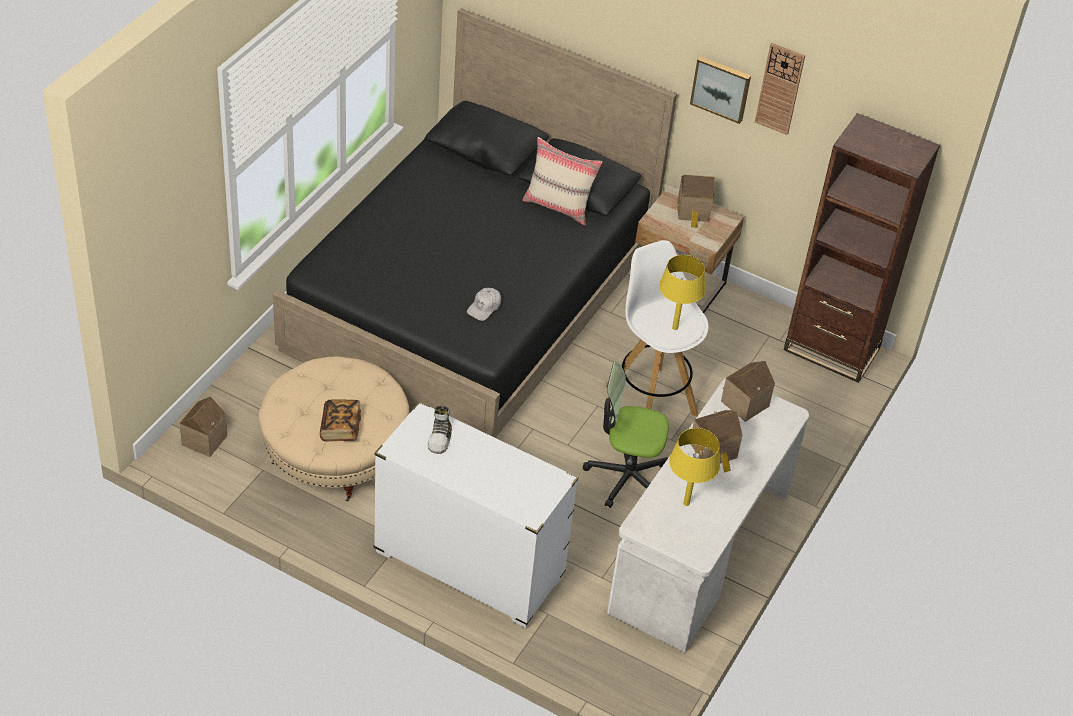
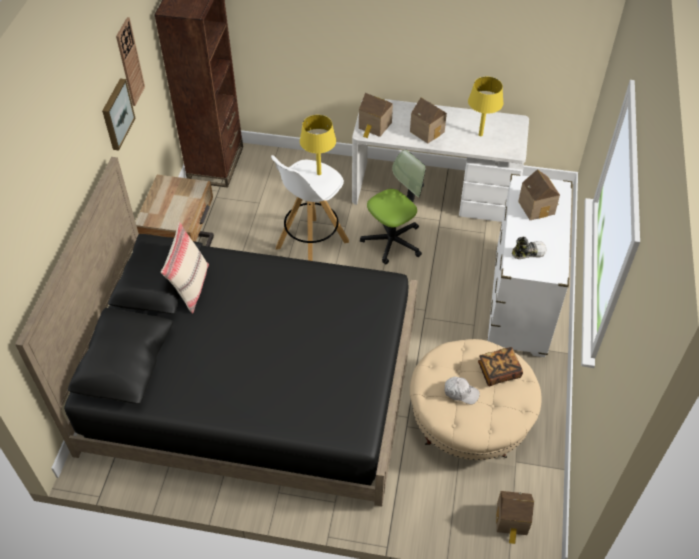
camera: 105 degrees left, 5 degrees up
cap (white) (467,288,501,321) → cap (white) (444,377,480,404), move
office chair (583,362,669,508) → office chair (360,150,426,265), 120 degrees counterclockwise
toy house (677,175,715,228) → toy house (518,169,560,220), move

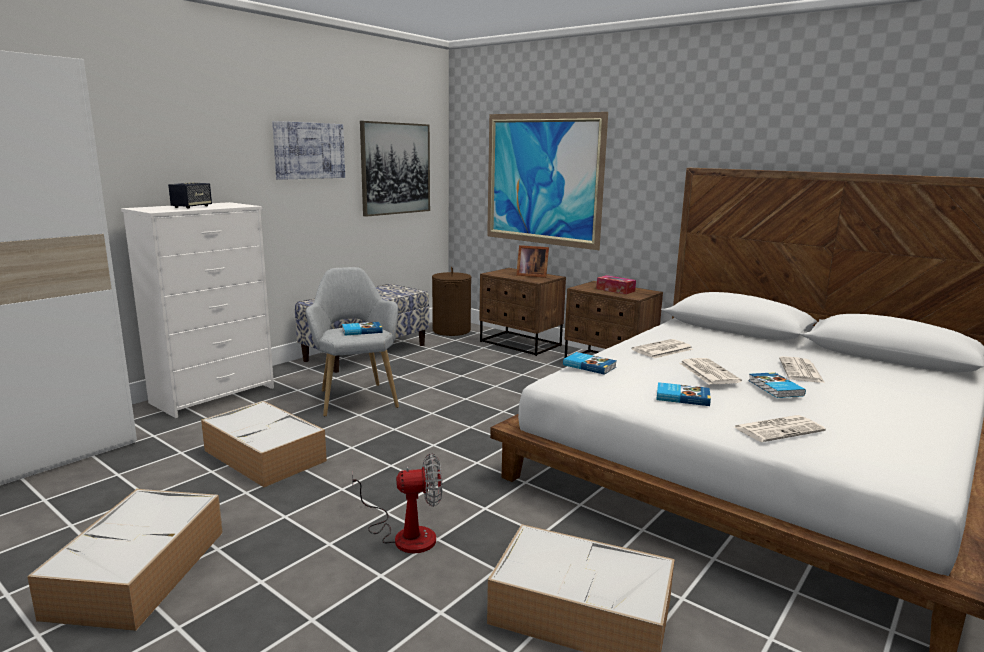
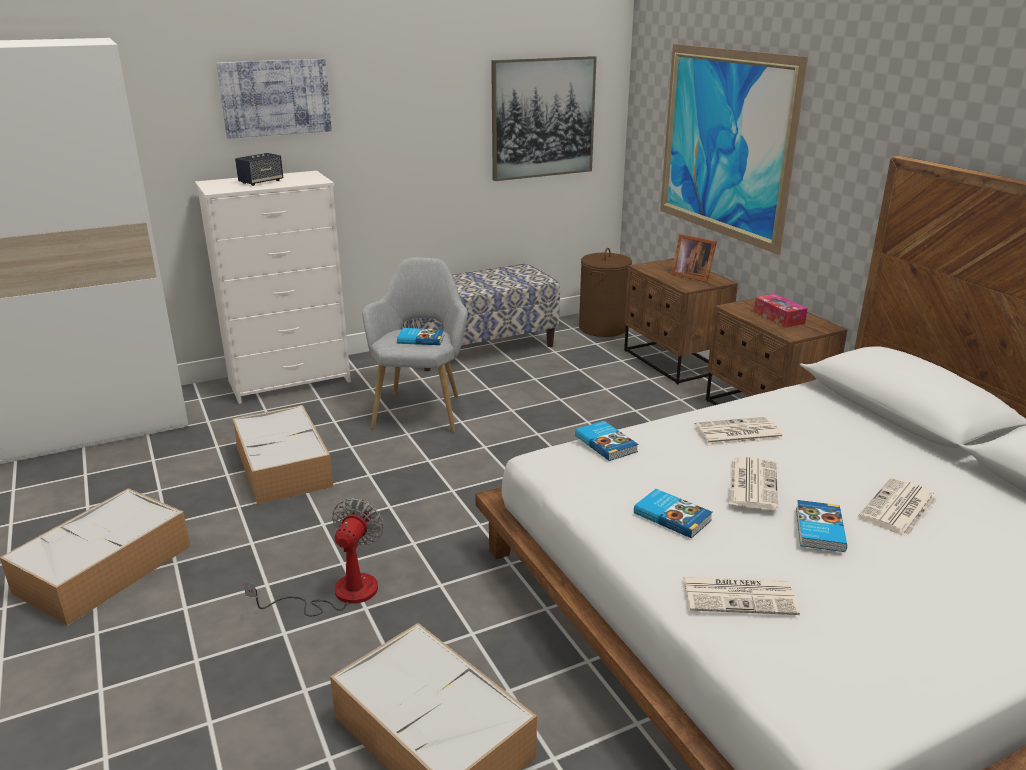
camera: 25 degrees right, 10 degrees up
picture (272,121,345,180) → picture (216,59,332,139), move
fan (352,453,442,553) → fan (243,498,384,616), 90 degrees counterclockwise

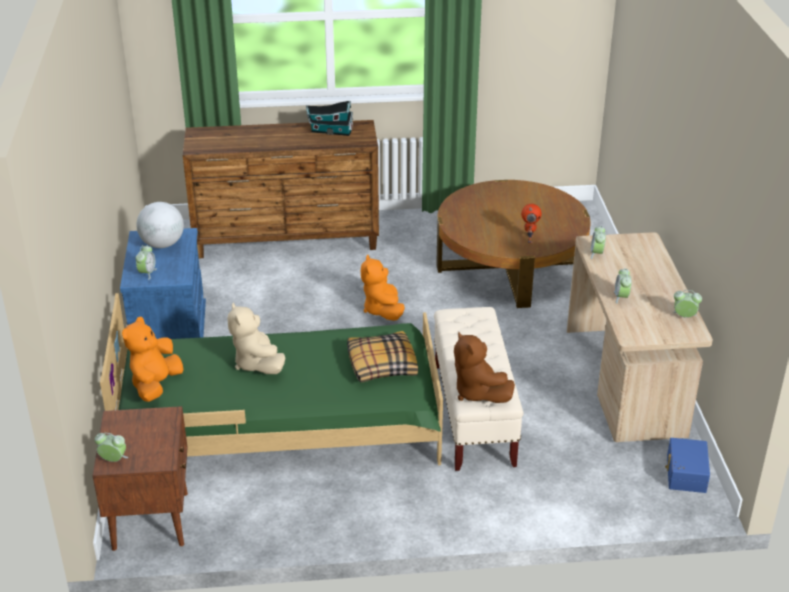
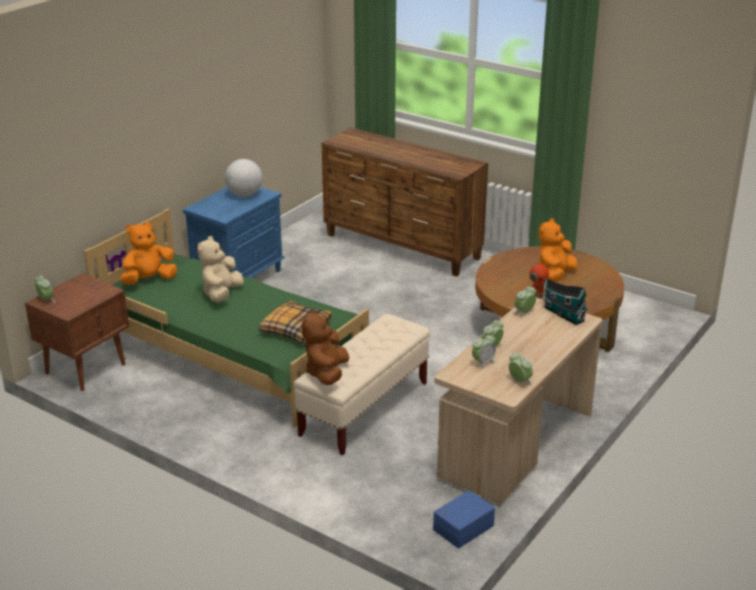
camera: 40 degrees right, 5 degrees down
alarm clock (136,245,157,280) → alarm clock (472,333,496,369), move
toy house (306,100,353,136) → toy house (543,278,588,325), move
plush toy (orange) (361,255,405,321) → plush toy (orange) (539,218,578,282), move

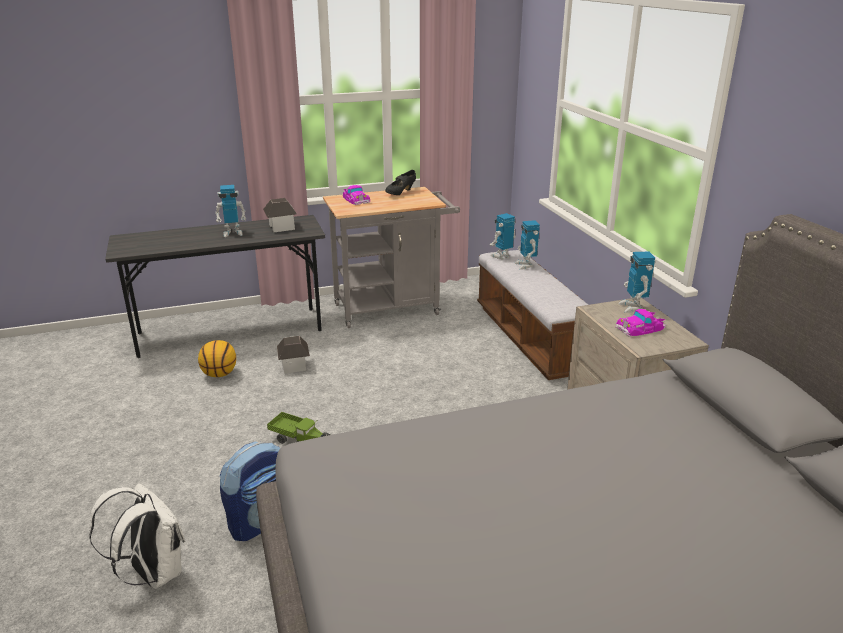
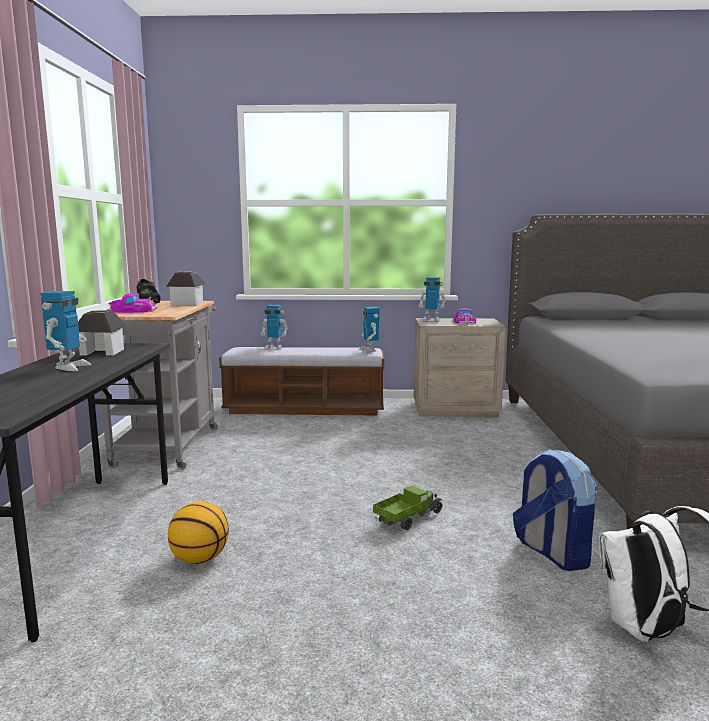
camera: 70 degrees left, 15 degrees down
toy house (277,336,310,374) → toy house (166,271,206,305), move
toy robot (490,213,516,260) → toy robot (359,307,380,353), move

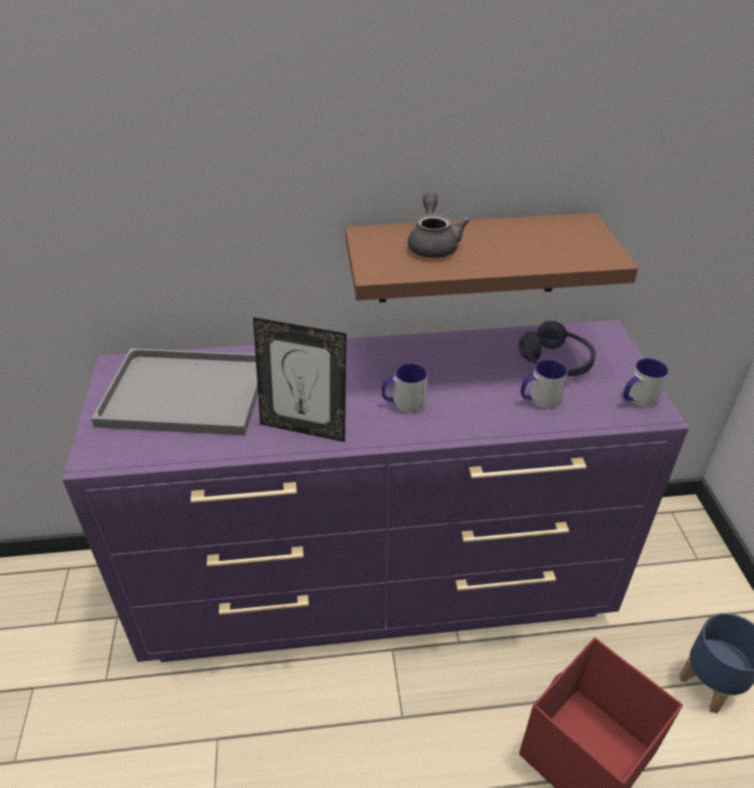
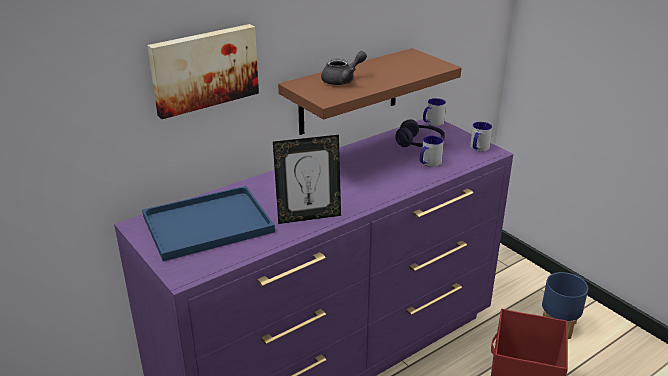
camera: 30 degrees left, 10 degrees down
tray (grey) (91,348,258,435) → tray (blue) (142,186,275,261)
mug (382,363,428,413) → mug (423,98,446,126), move
teapot (grey) (408,192,470,258) → teapot (grey) (321,51,367,85), 90 degrees clockwise
- → picture (147,24,259,119)

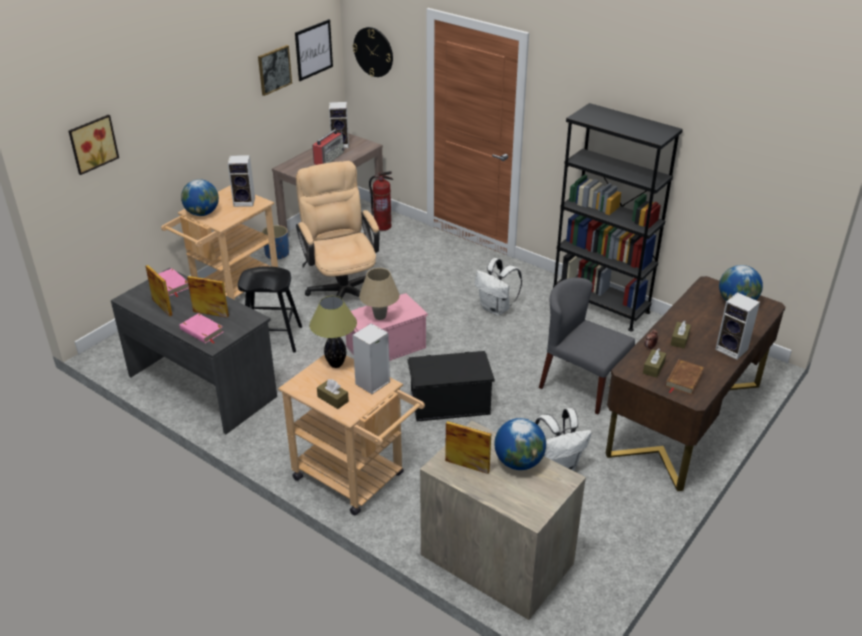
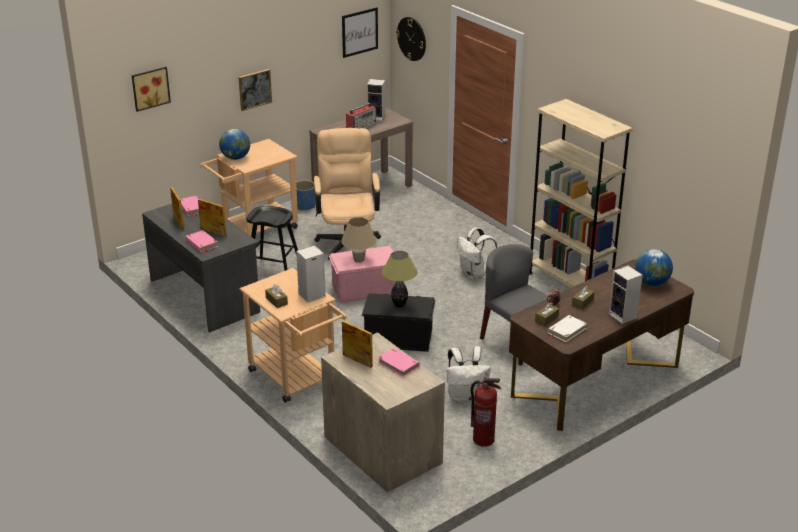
camera: 15 degrees right, 5 degrees down
speaker (228,155,255,207) → -
picture (258,45,292,96) → picture (238,69,272,111), move
table lamp (309,296,357,368) → table lamp (382,251,417,308), move
fire extinguisher (369,171,393,231) → fire extinguisher (470,377,501,447), move
globe (494,418,546,470) → book (pink) (378,348,420,377)
bookcase (black) (553,103,683,331) → bookcase (beige) (529,99,633,288)
book (brown) (665,359,704,395) → book (white) (548,315,587,342)

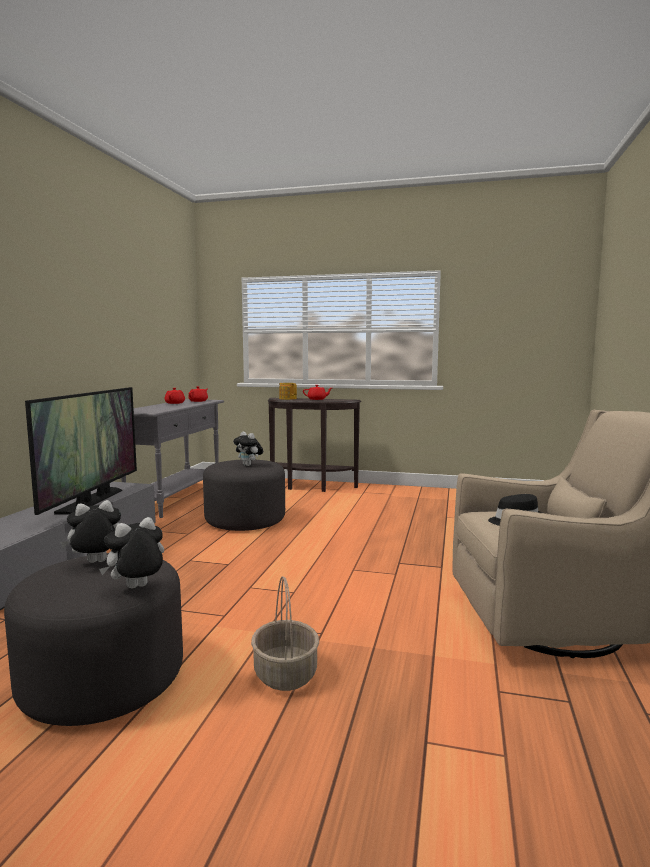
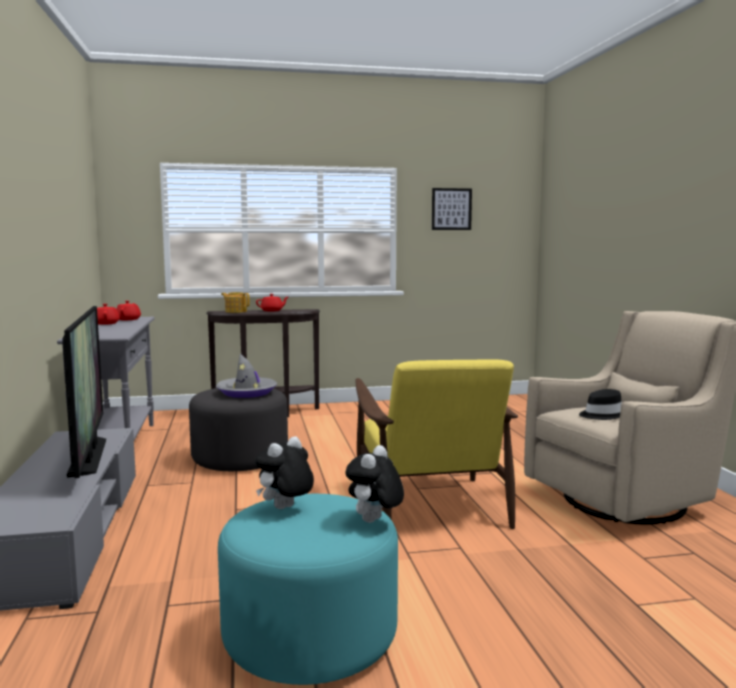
camera: 25 degrees left, 0 degrees up
ottoman (grey) (4,553,183,726) → ottoman (turquoise) (218,494,398,685)
plush toy (233,432,263,466) → hat (grey) (216,353,277,398)
basket (251,576,319,691) → -
- → armchair (yellow) (355,359,518,529)
- → picture (432,188,472,230)

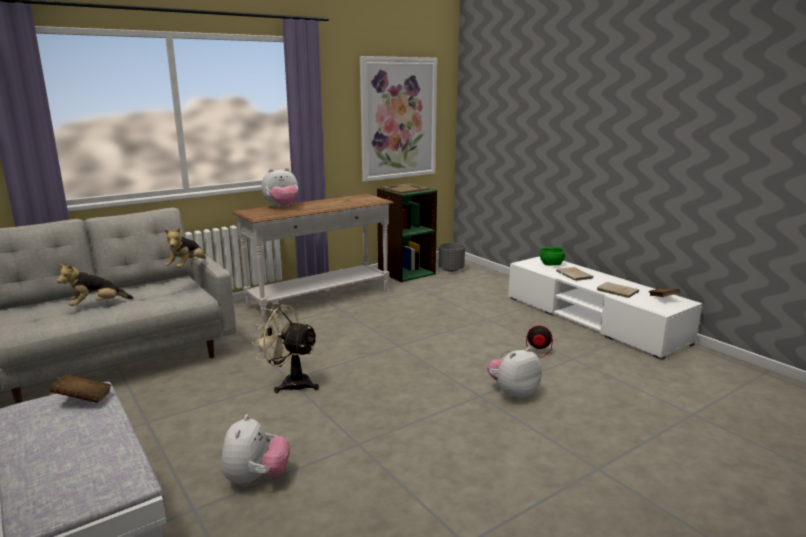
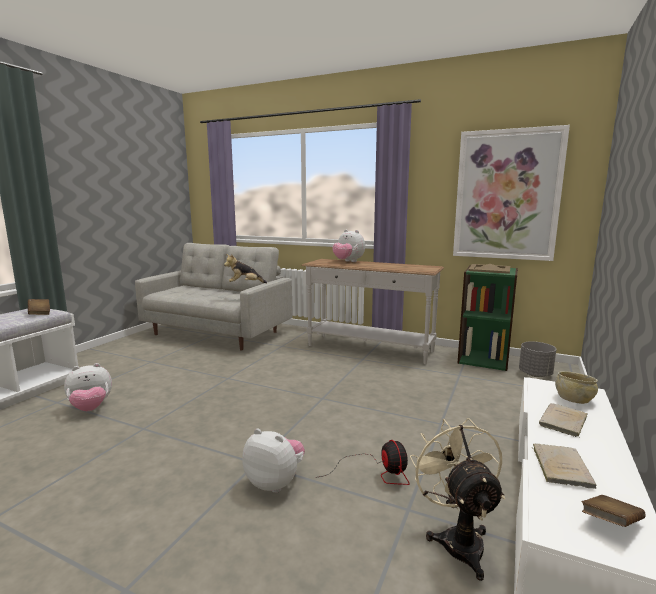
camera: 60 degrees right, 5 degrees down
plush toy (57,264,133,306) → -
fan (beige) (252,303,319,393) → fan (beige) (410,418,505,581), move
bowl (green) (540,247,565,266) → bowl (beige) (555,371,598,404)

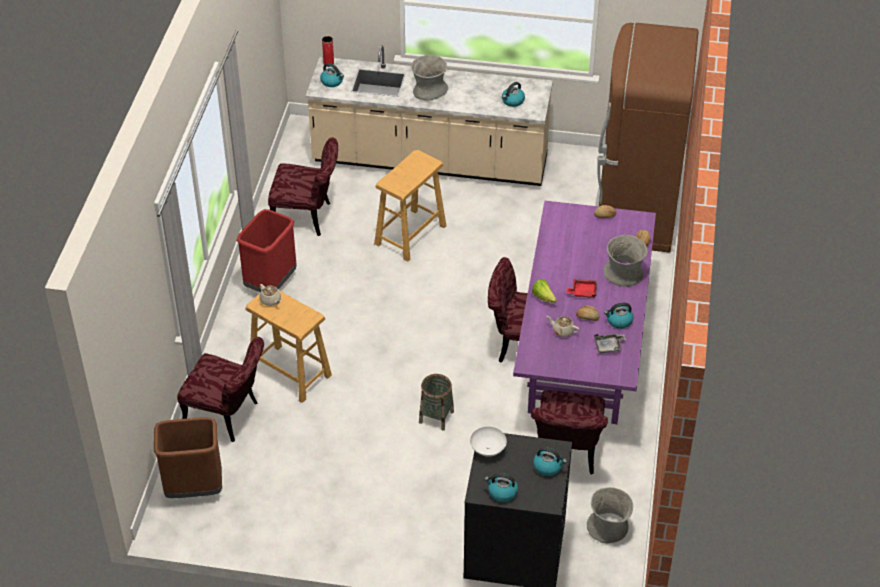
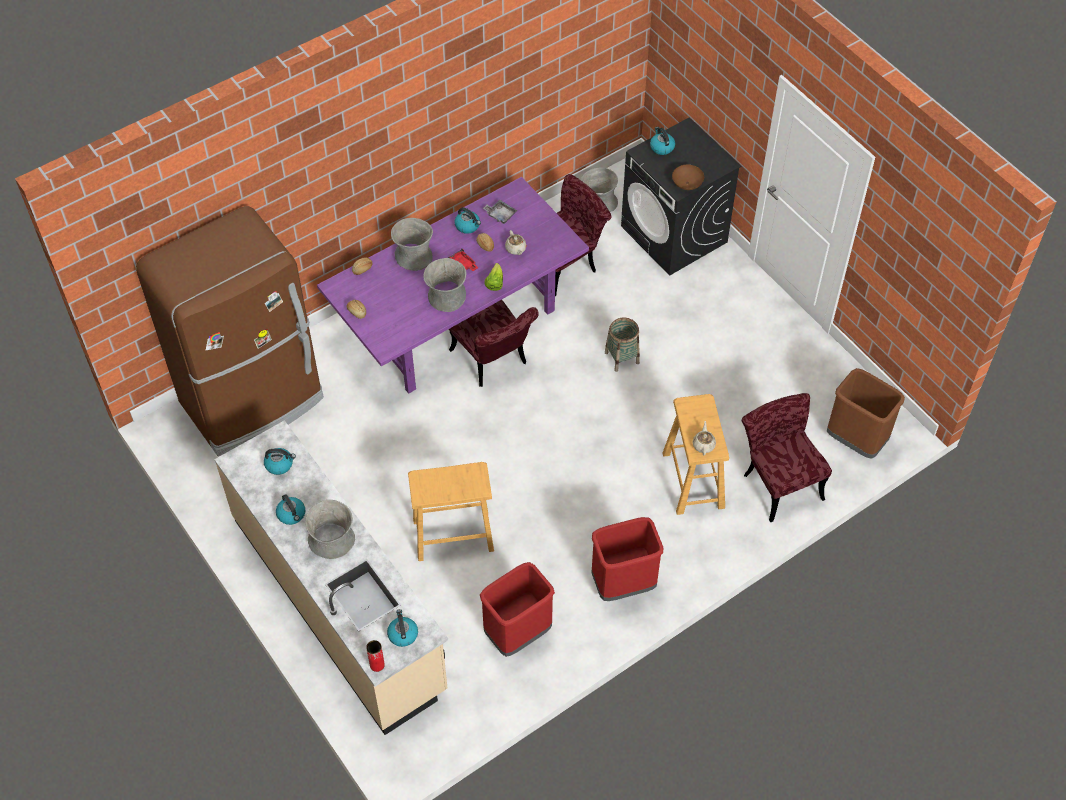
camera: 135 degrees left, 10 degrees up
chair (red) (268,137,338,236) → trash can (red) (480,562,555,657)
bowl (white) (470,427,507,457) → bowl (brown) (672,165,704,190)
kettle (484,473,518,502) → kettle (276,494,305,525), move
- → vase (grey) (423,258,466,312)

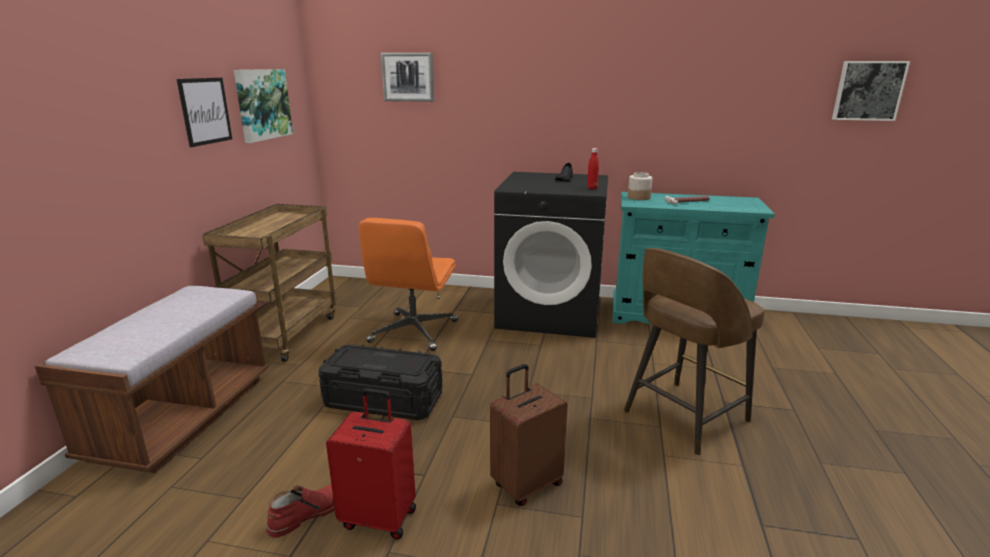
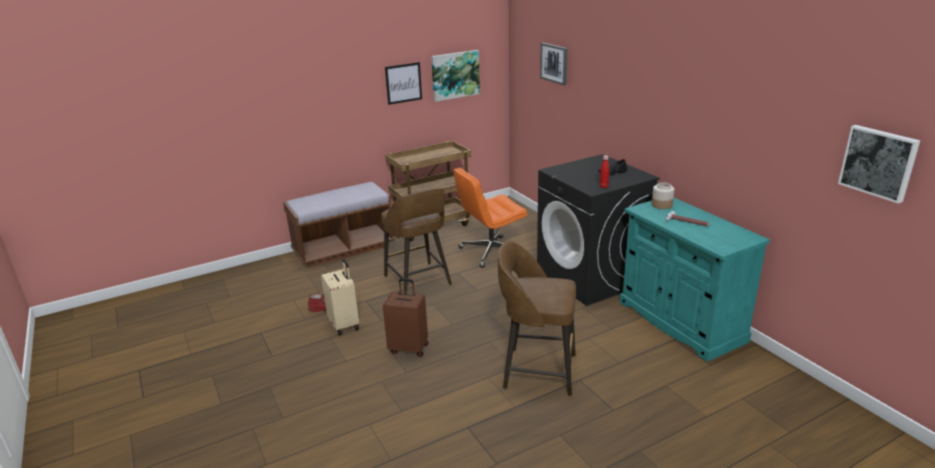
camera: 50 degrees right, 5 degrees up
storage box (black) (318,344,442,420) → stool (brown) (381,188,452,295)
suitcase (red) (326,388,416,540) → suitcase (beige) (321,259,359,336)

